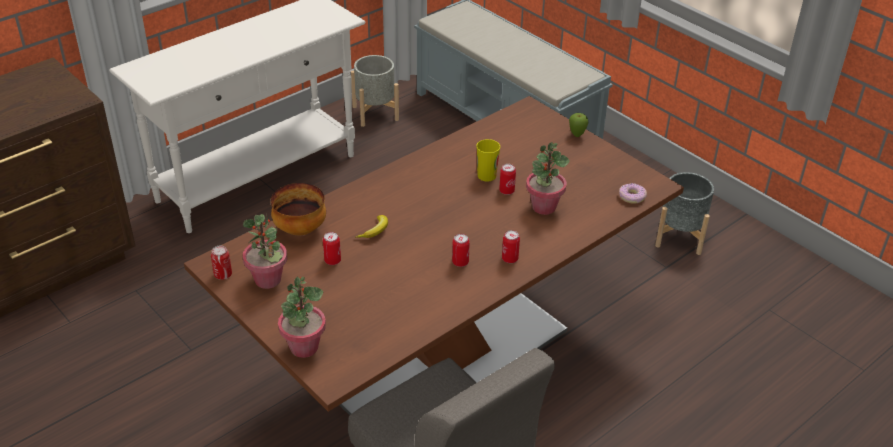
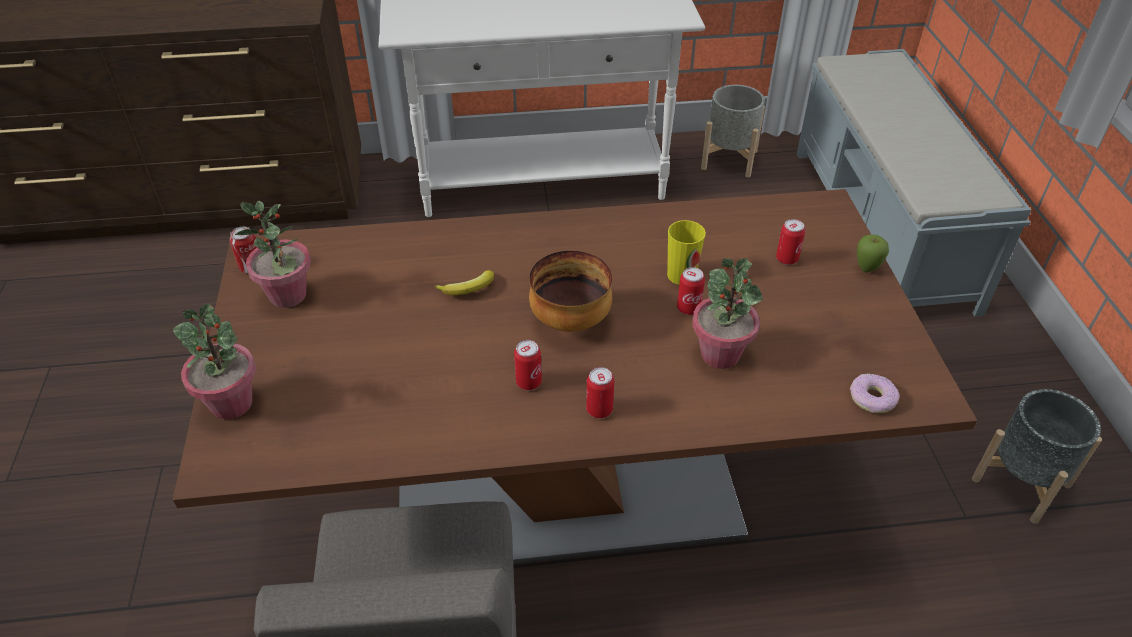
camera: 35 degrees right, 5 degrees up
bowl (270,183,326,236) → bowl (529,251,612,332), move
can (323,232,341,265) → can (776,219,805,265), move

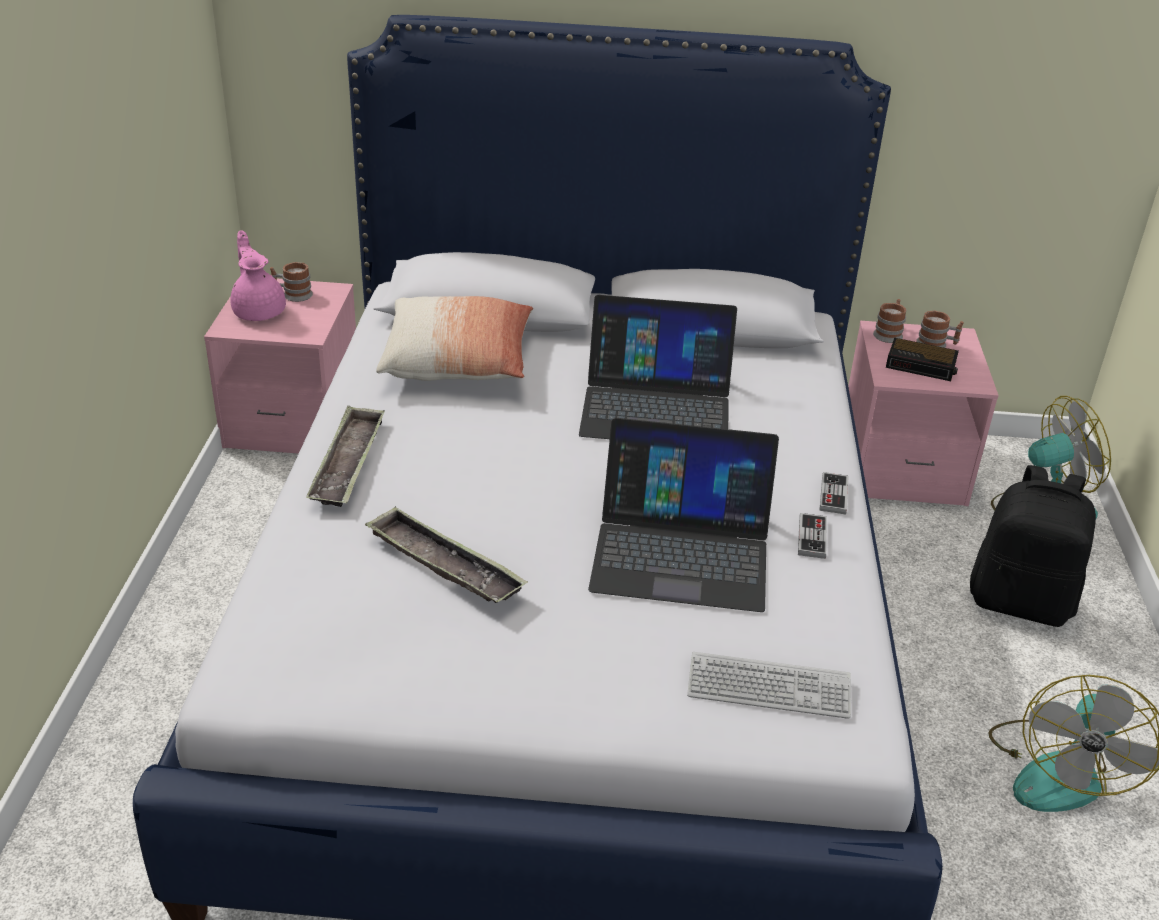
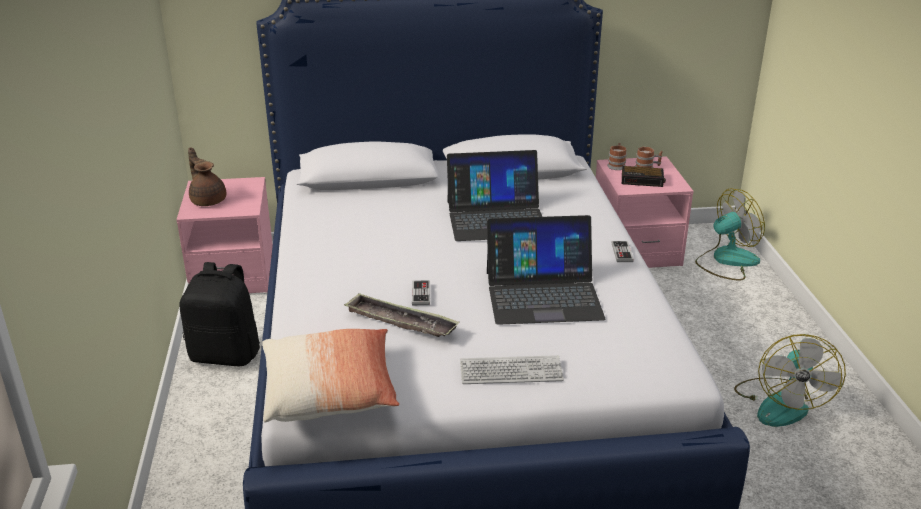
camera: 10 degrees left, 5 degrees down
teapot (pink) (230,231,286,321) → teapot (brown) (188,147,227,206)
mug (270,262,313,302) → -
tray (306,406,385,507) → -
pillow (376,296,533,381) → pillow (262,329,399,423), move
keyboard (687,652,851,719) → keyboard (460,355,564,384), move
game controller (798,513,827,559) → game controller (412,280,430,305), move
backpack (black) (970,465,1096,627) → backpack (black) (179,262,260,366), move

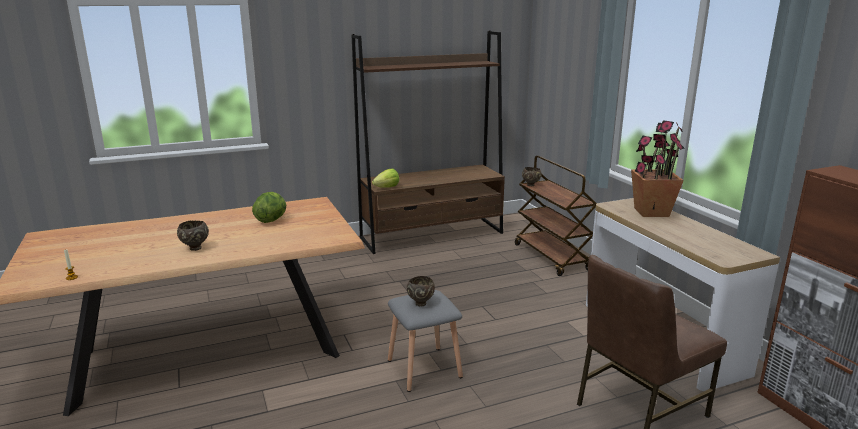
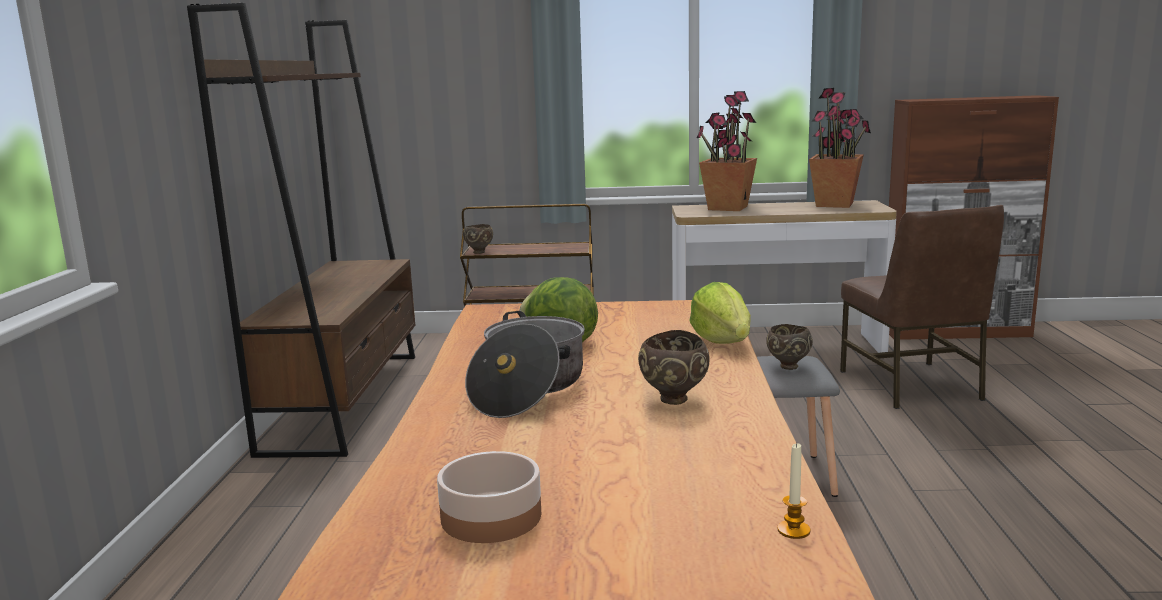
camera: 65 degrees left, 5 degrees down
lettuce (372,169,399,188) → lettuce (689,282,751,344), move
- → bowl (437,451,541,543)
- → cooking pot (465,311,585,418)
- → potted plant (809,88,871,208)

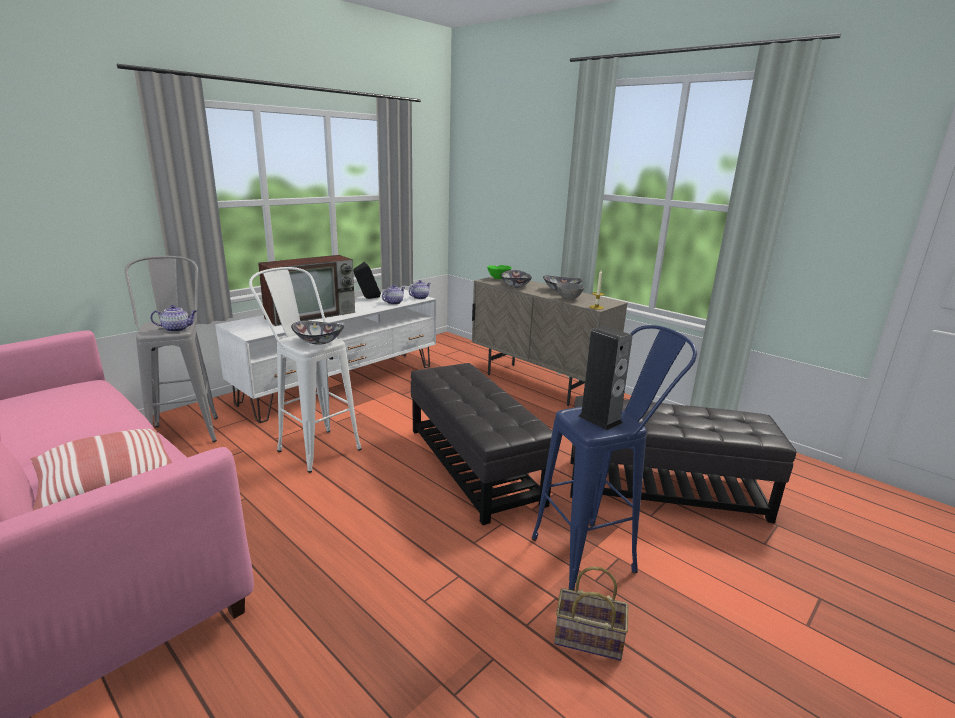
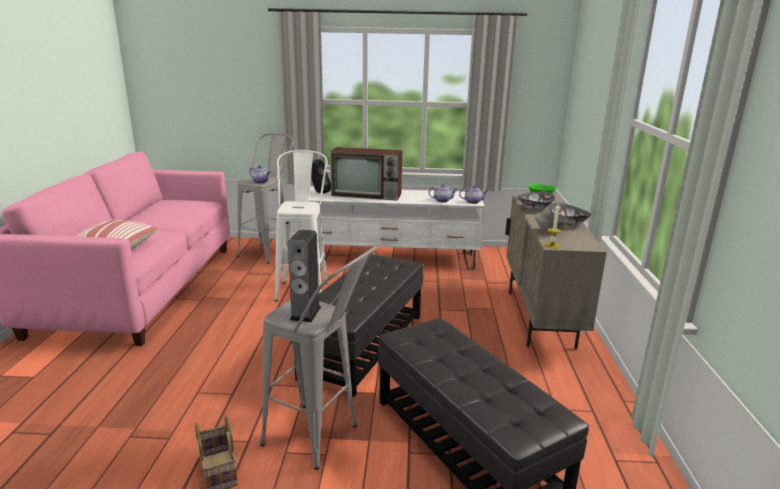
camera: 50 degrees right, 0 degrees up
bowl (291,321,344,345) → -
speaker (black) (354,262,381,299) → speaker (black) (311,159,331,193), move
stool (blue) (532,325,697,591) → stool (grey) (260,246,377,470)

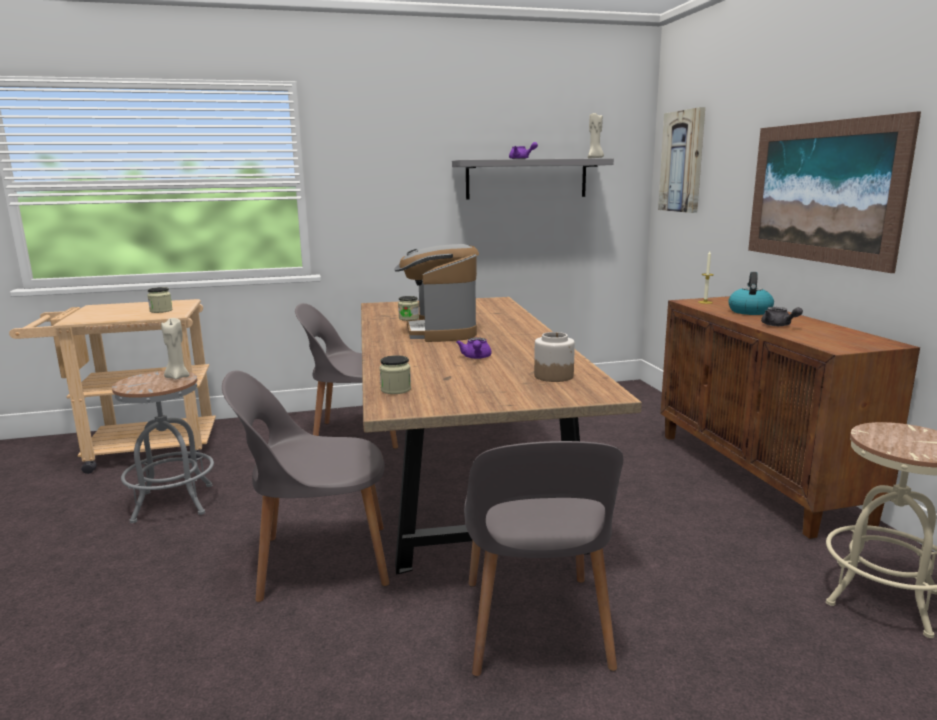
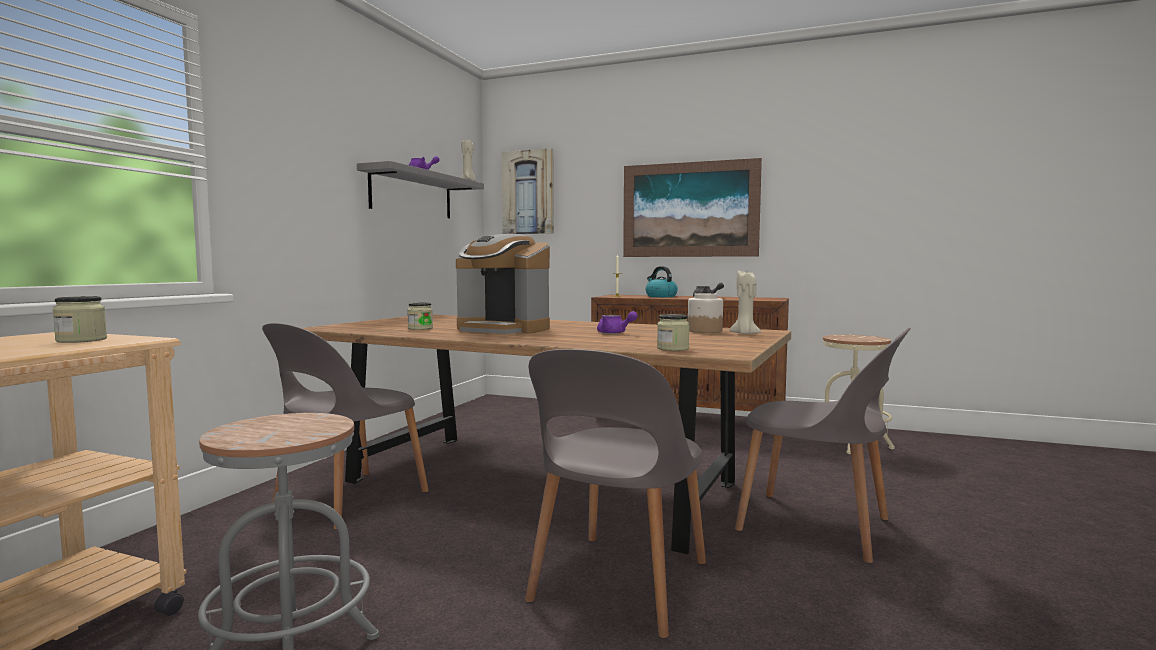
camera: 55 degrees left, 10 degrees down
candle (beige) (161,318,190,379) → candle (beige) (730,271,761,334), move

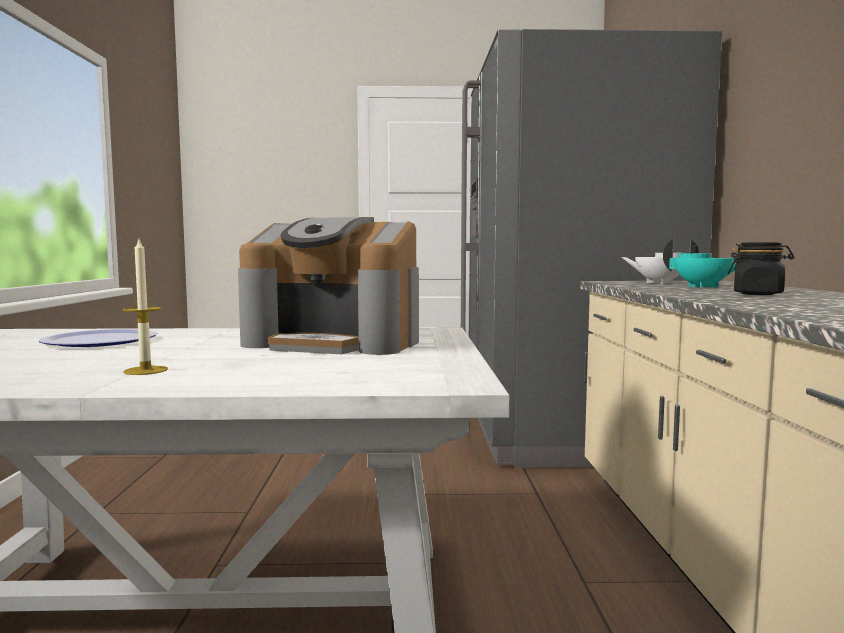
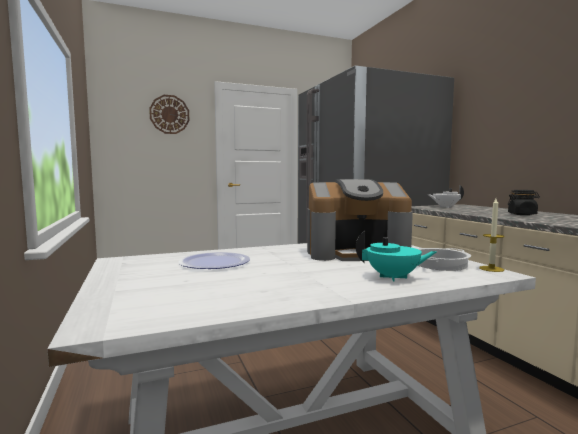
camera: 20 degrees left, 0 degrees up
candle (123,239,168,375) → candle (479,198,504,272), move
teapot (turquoise) (663,239,737,288) → teapot (turquoise) (356,231,437,282), move
- → wall clock (149,95,189,134)
- → cooking pot (418,248,471,271)

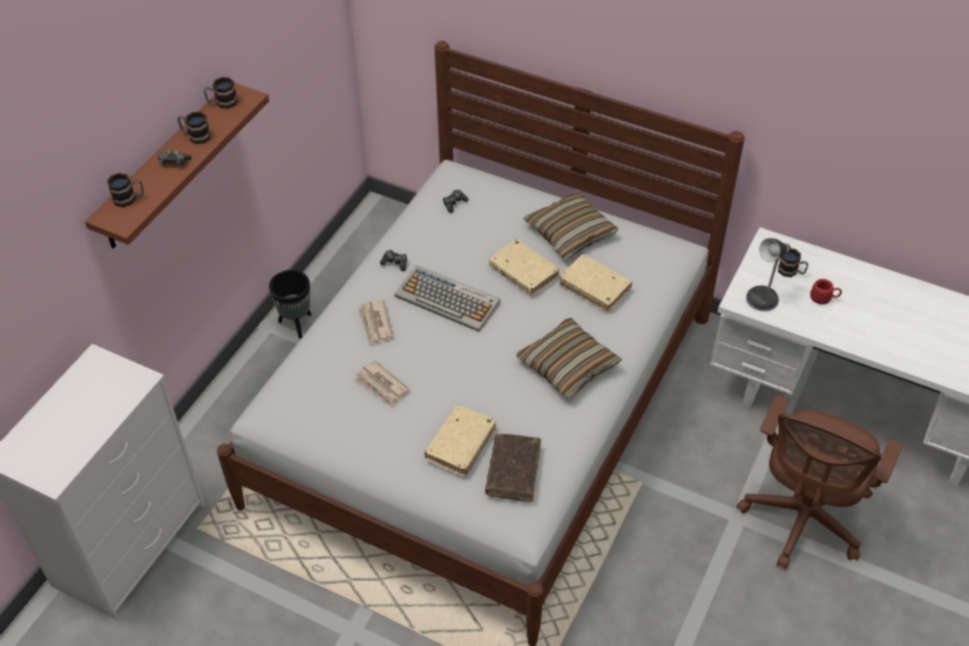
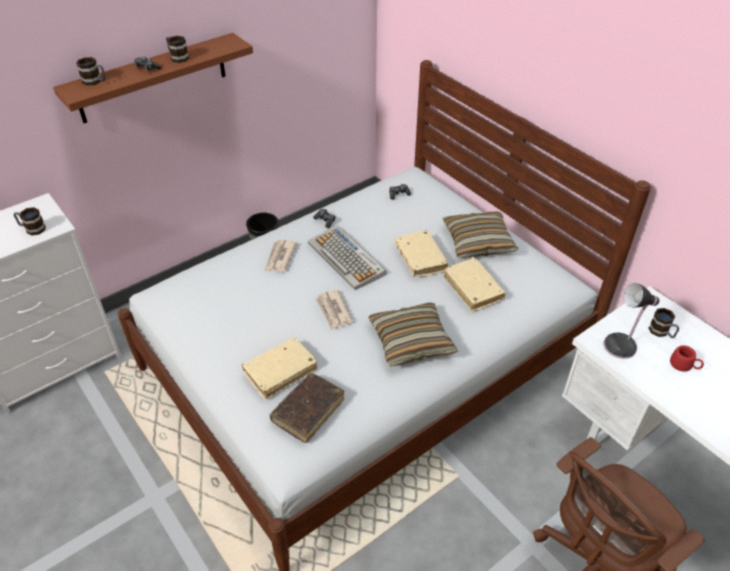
camera: 25 degrees right, 5 degrees down
mug (204,77,238,109) → mug (14,207,46,236), move
newspaper (354,360,410,407) → newspaper (315,289,353,330), move

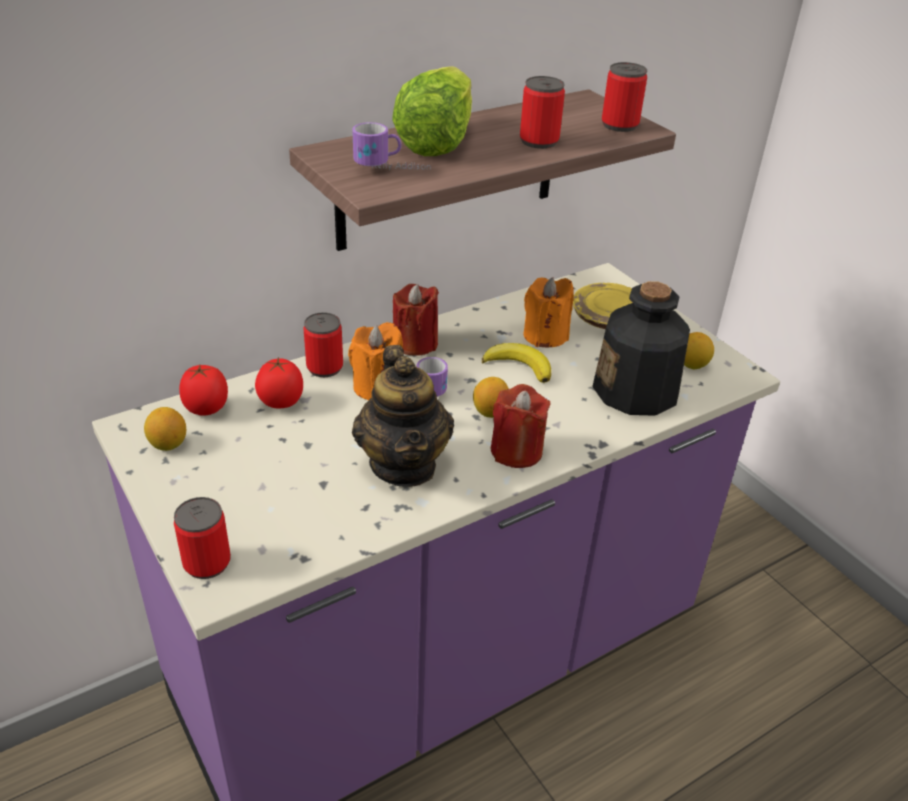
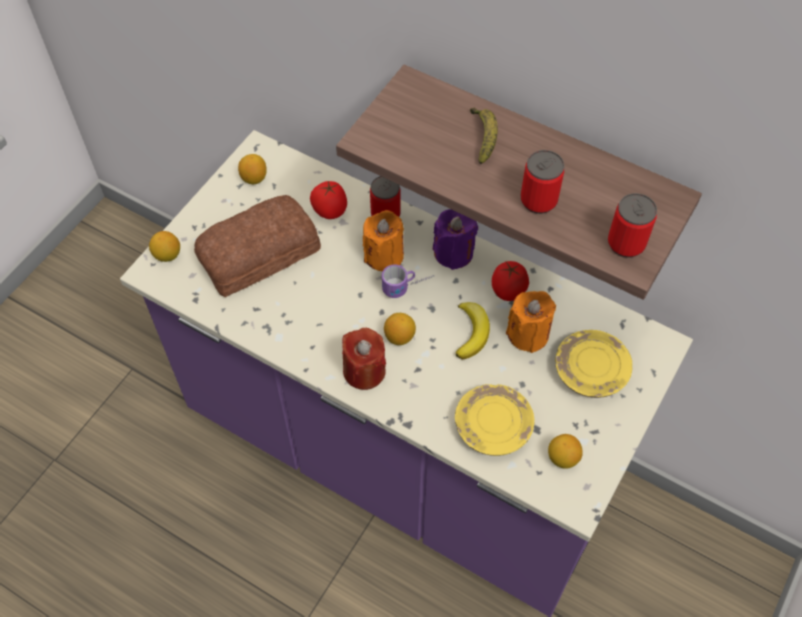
camera: 65 degrees right, 20 degrees up
can (174,497,231,579) → lemon (149,231,180,262)
tomato (179,365,228,416) → tomato (492,261,529,301), move
mug (352,122,431,170) → -
teapot (352,345,454,487) → -
lettuce (392,66,472,156) → banana (470,108,498,164)
candle (red) (393,284,439,356) → candle (purple) (433,209,478,270)
bottle (592,281,690,416) → plate (yellow) (455,384,534,456)
- → bread (194,195,321,297)

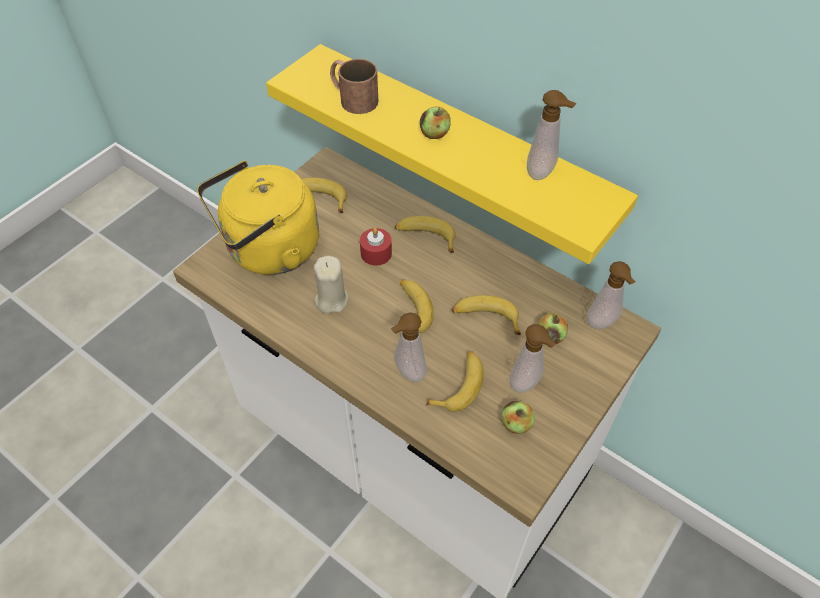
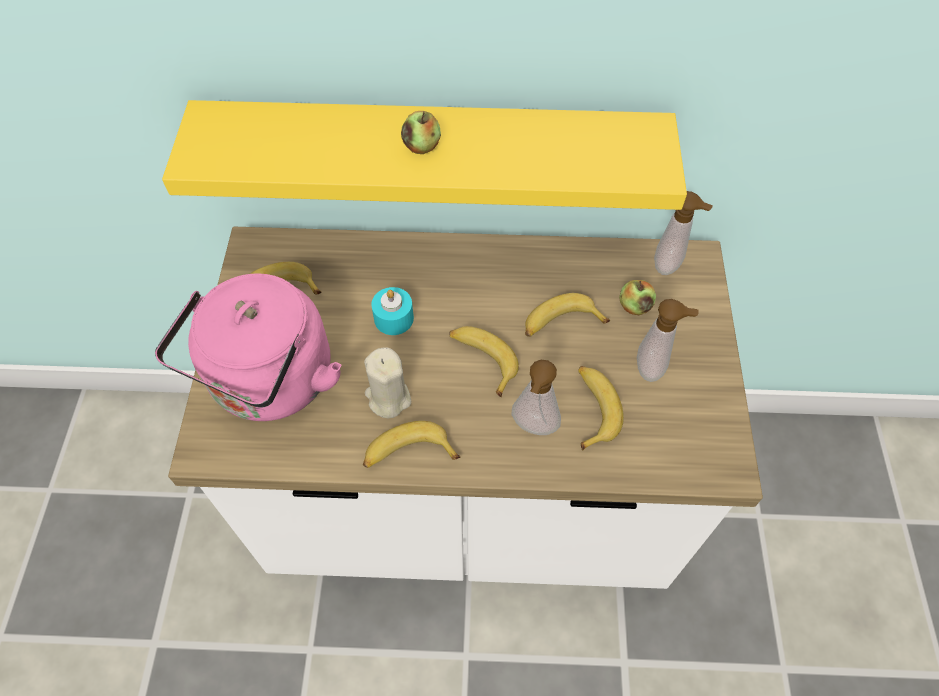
camera: 35 degrees left, 5 degrees up
kettle (yellow) (197,161,319,275) → kettle (pink) (155,273,342,421)
mug (brown) (330,59,378,114) → -
candle (red) (360,228,392,266) → candle (turquoise) (371,287,414,335)
banana (395,216,456,253) → banana (363,421,460,468), move
apple (501,401,535,434) → -
soap dispenser (527,90,577,180) → -

